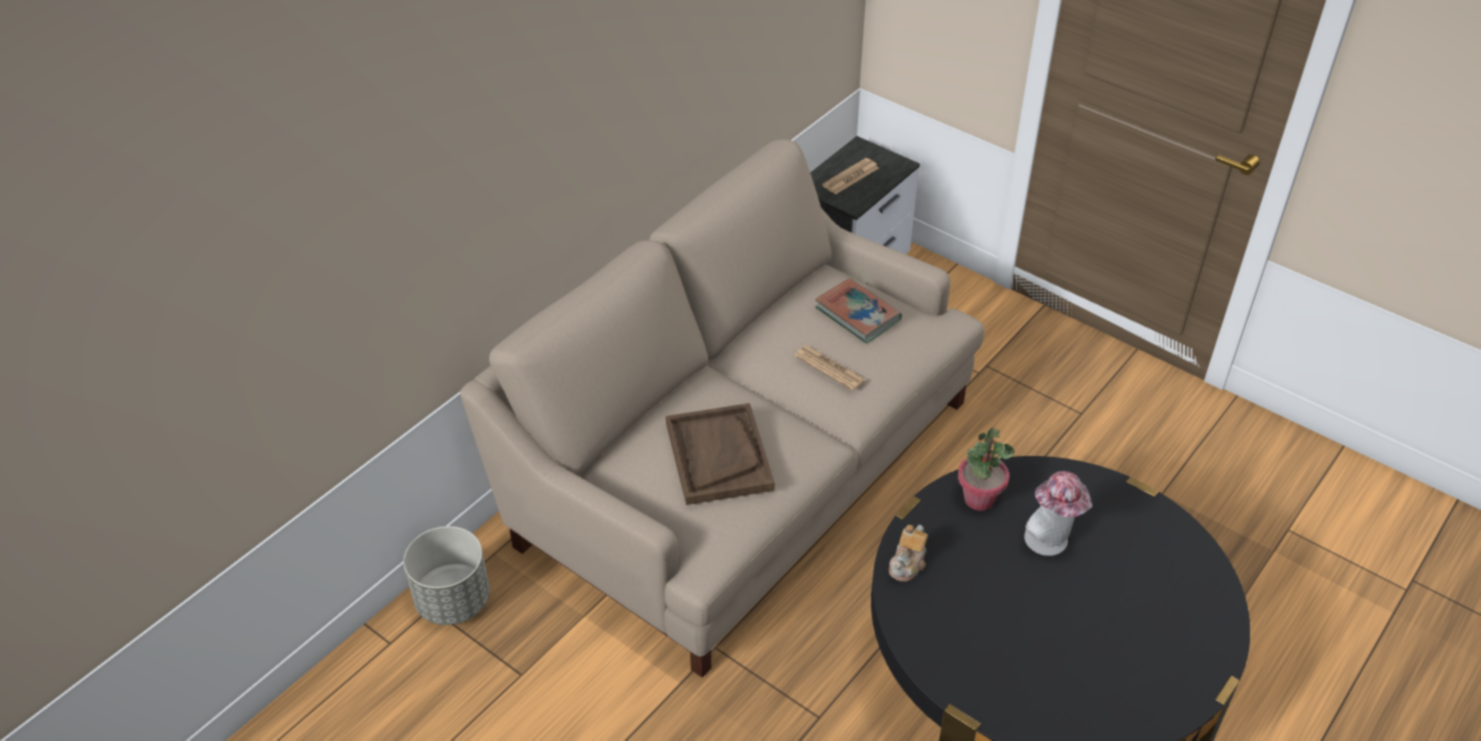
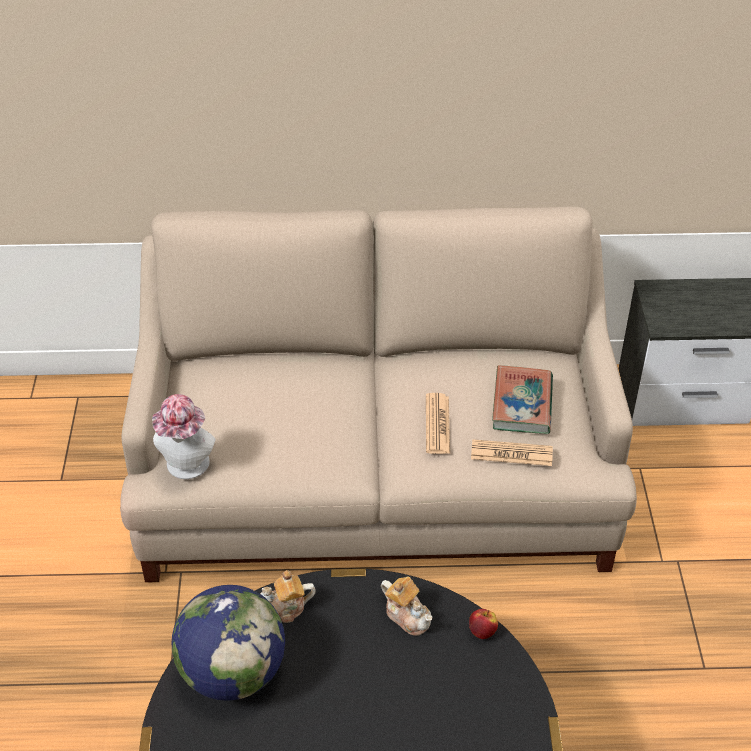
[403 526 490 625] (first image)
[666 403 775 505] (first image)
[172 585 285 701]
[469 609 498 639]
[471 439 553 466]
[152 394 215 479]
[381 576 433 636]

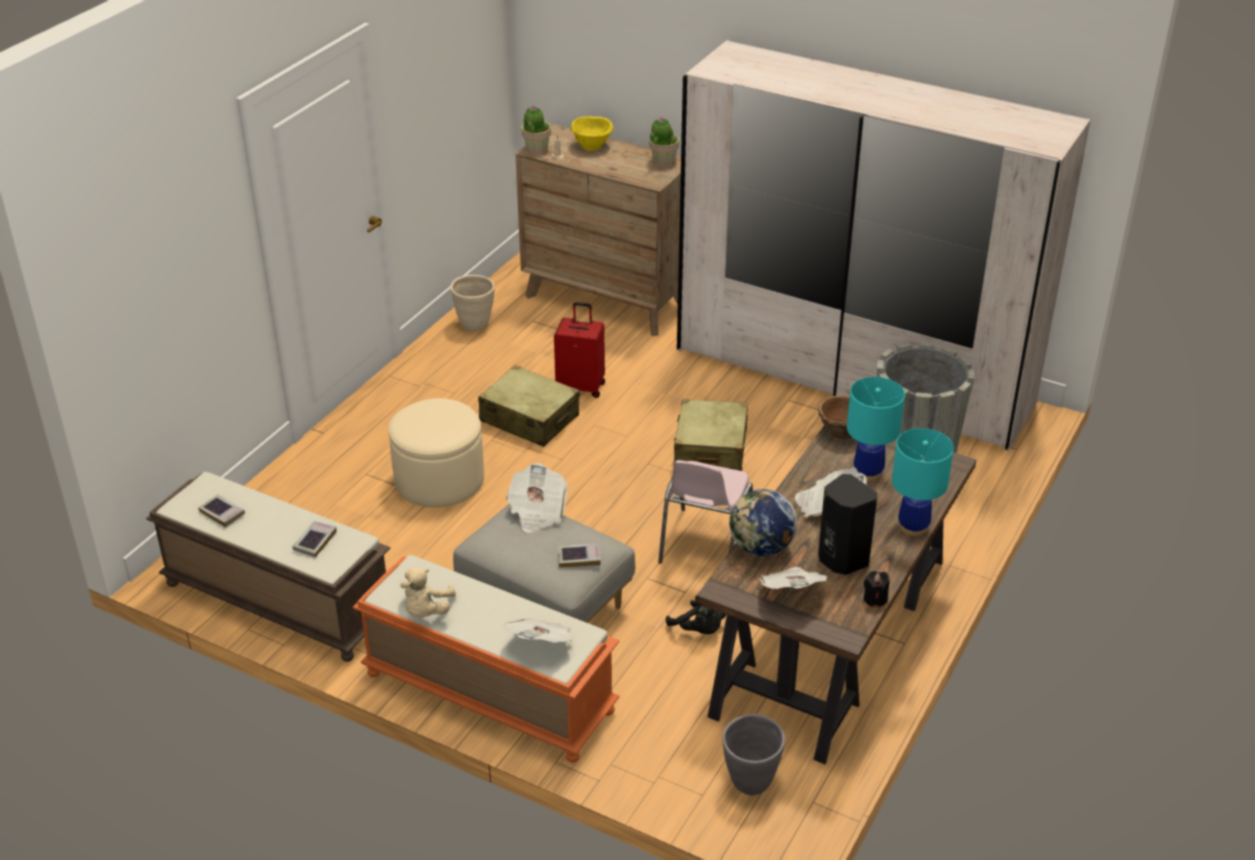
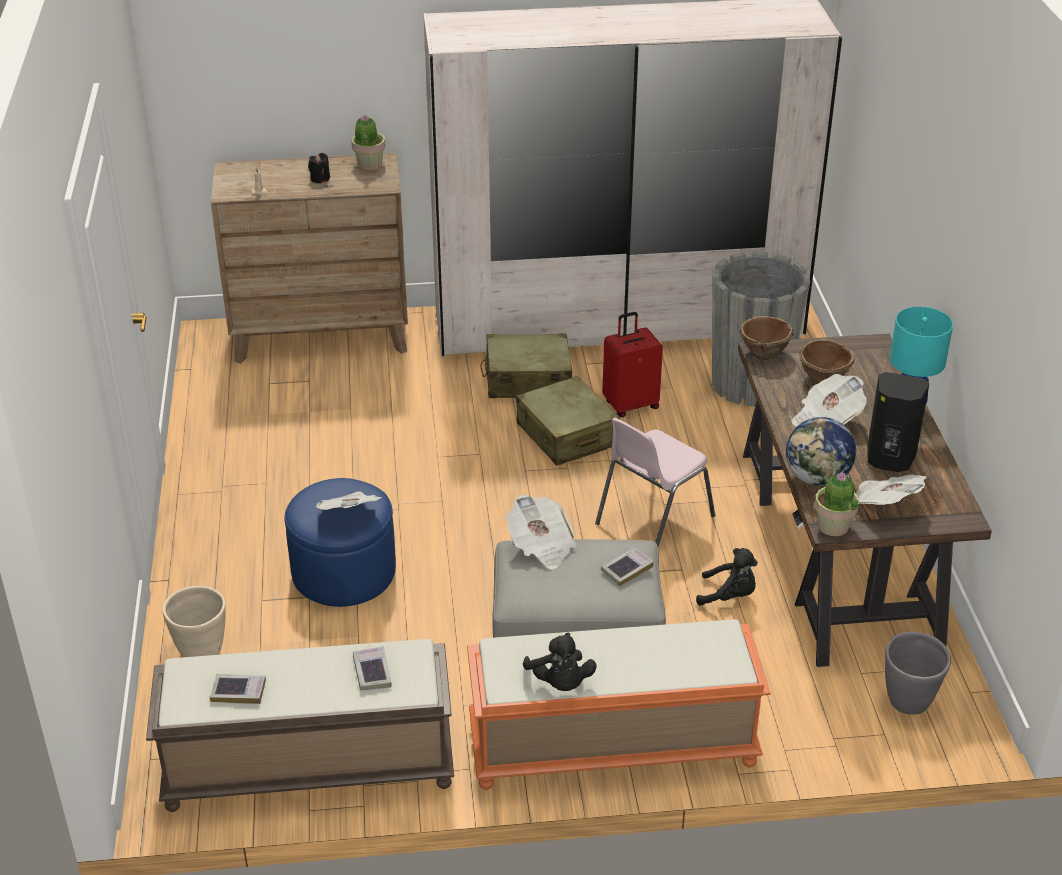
[571 116 614 151] (first image)
[163 586 226 657]
[480 333 572 398]
[316 492 382 510]
[815 472 859 536]
[602 312 663 417]
[308 153 330 184]
[799 339 854 384]
[285 478 396 607]
[523 633 597 691]
[595 418 715 546]

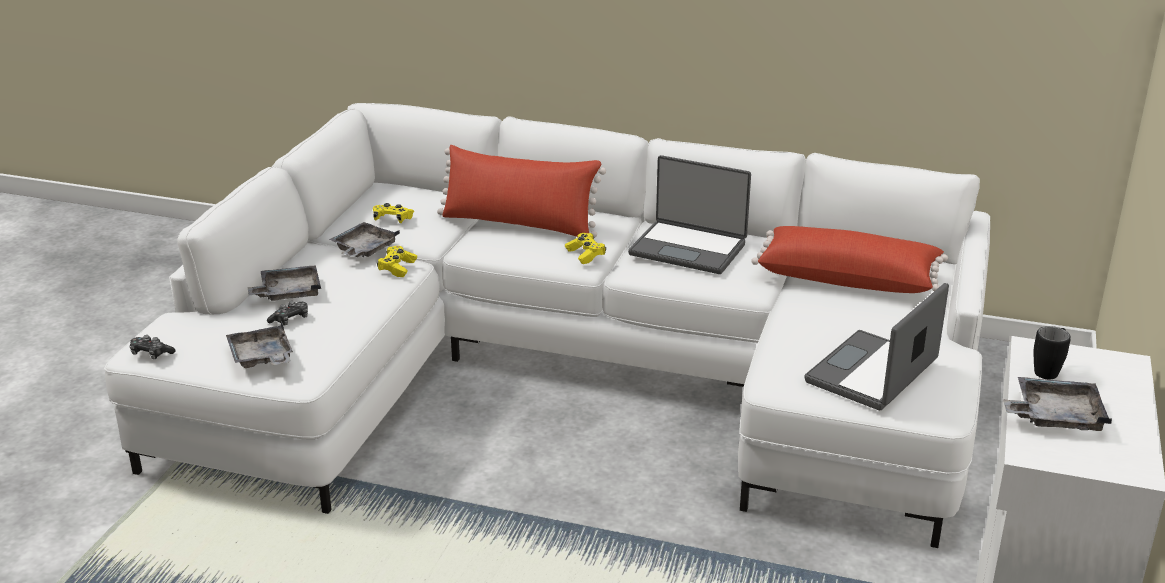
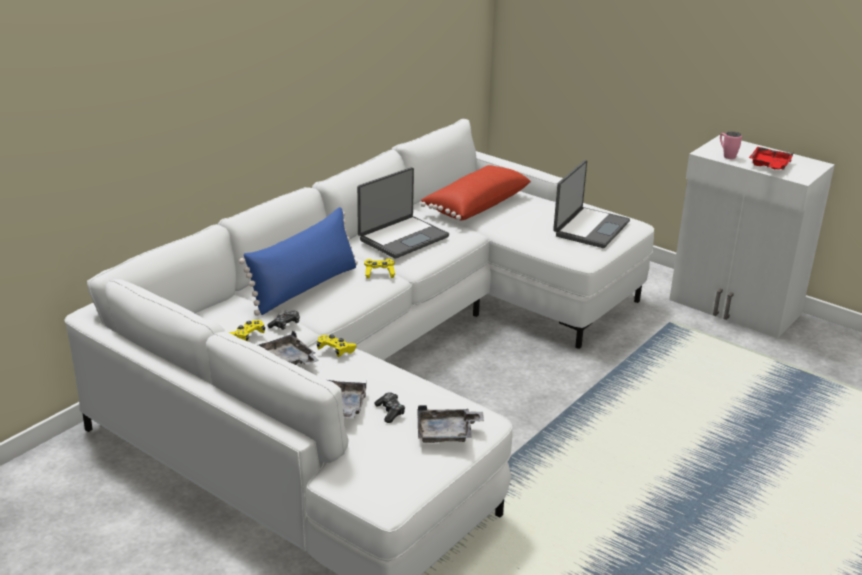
[267 310 300 330]
[239 207 358 316]
[749 147 794 170]
[720 132 742 159]
[553 160 630 248]

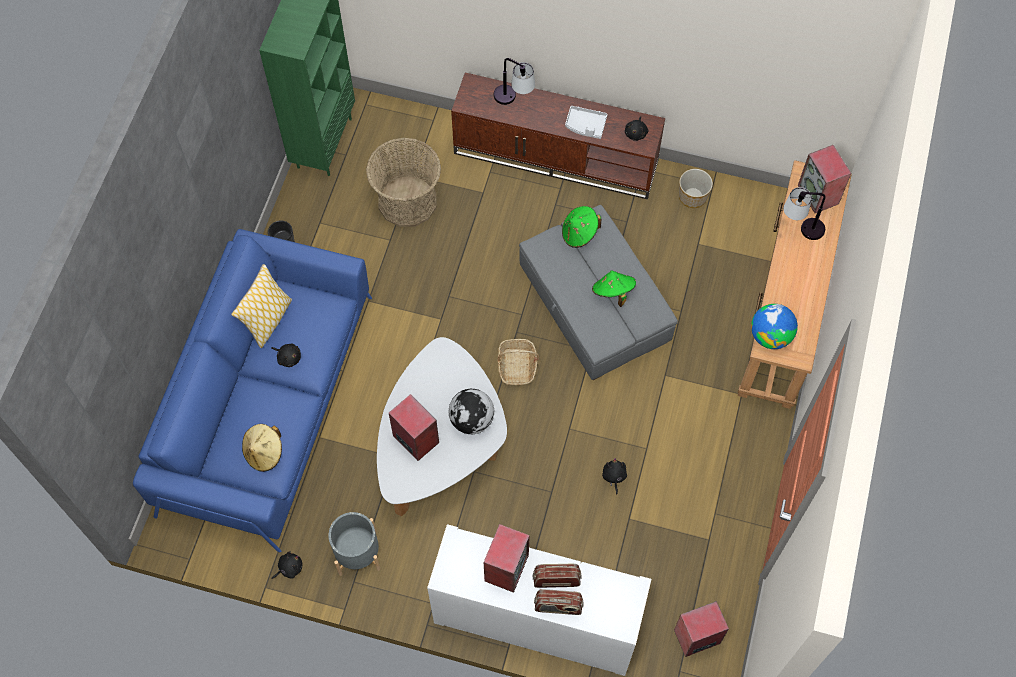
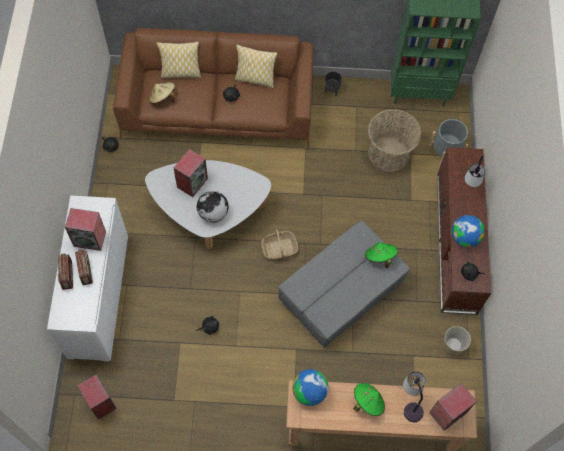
[157 41 202 78]
[429 119 468 166]
[354 383 385 416]
[452 215 485 247]
[113 28 314 150]

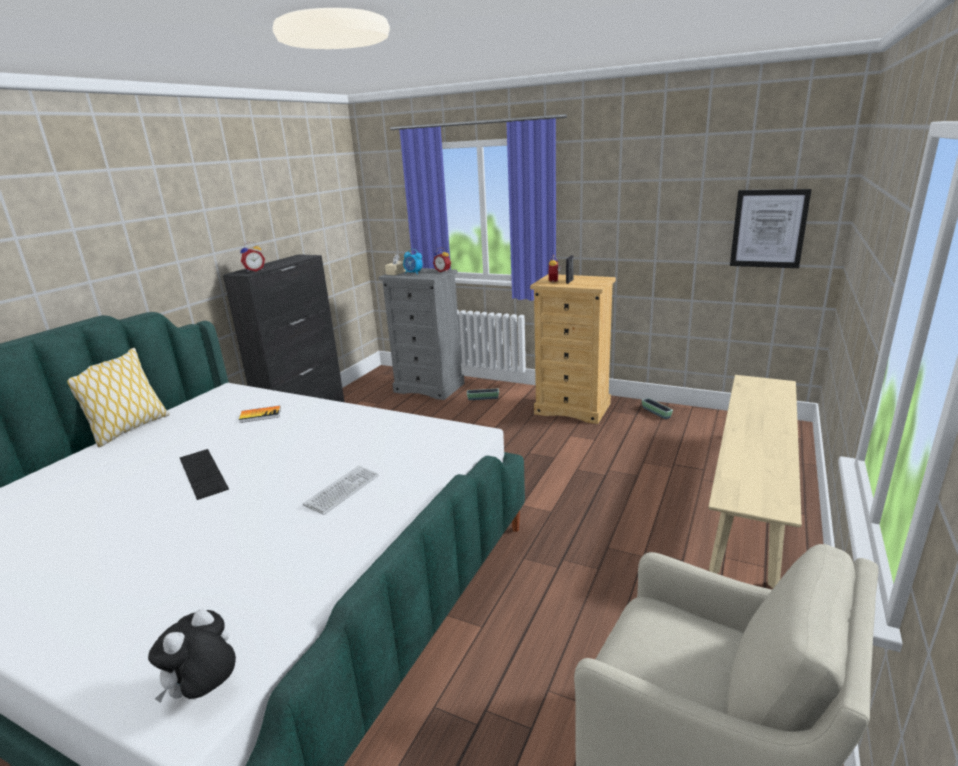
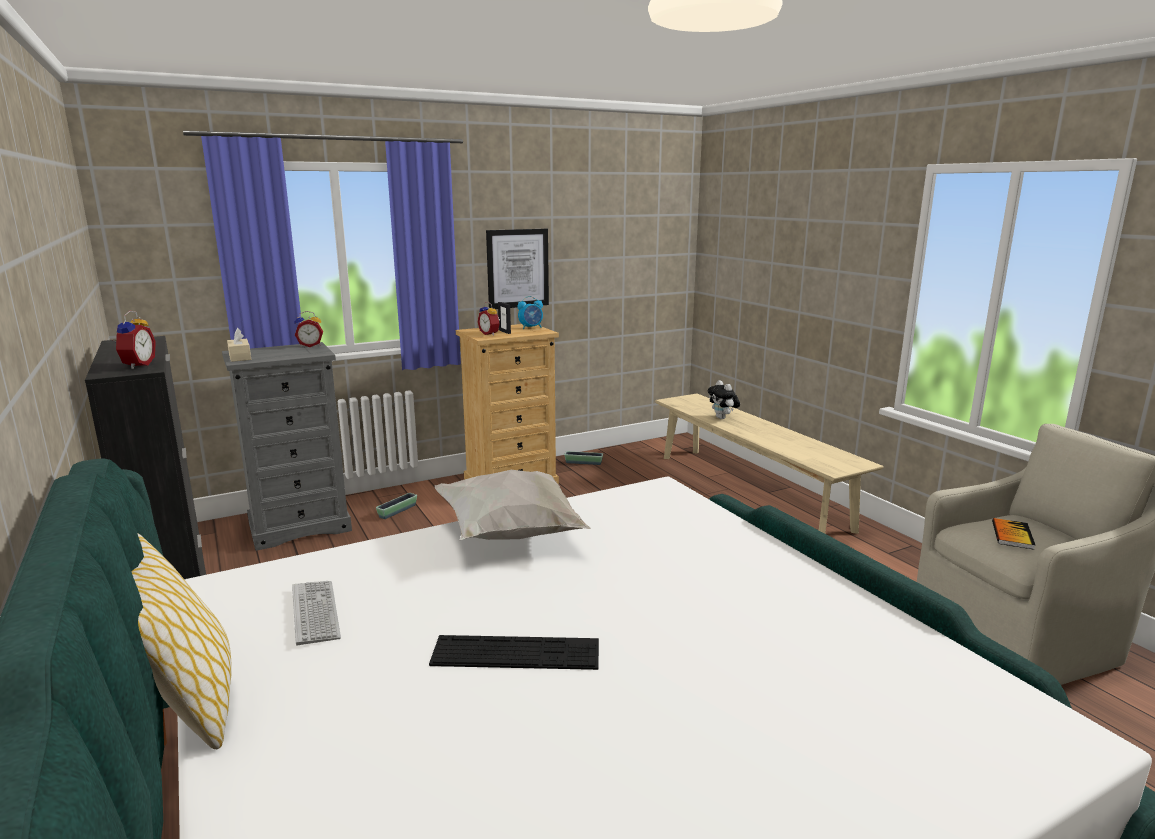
[435 470 591 541]
[708 380 740 419]
[992 518 1035 550]
[292 581 341 645]
[517 296 543 330]
[486 229 549 309]

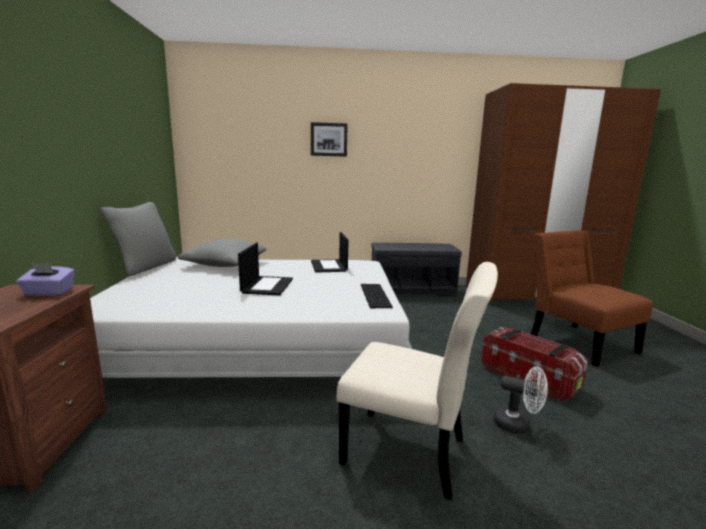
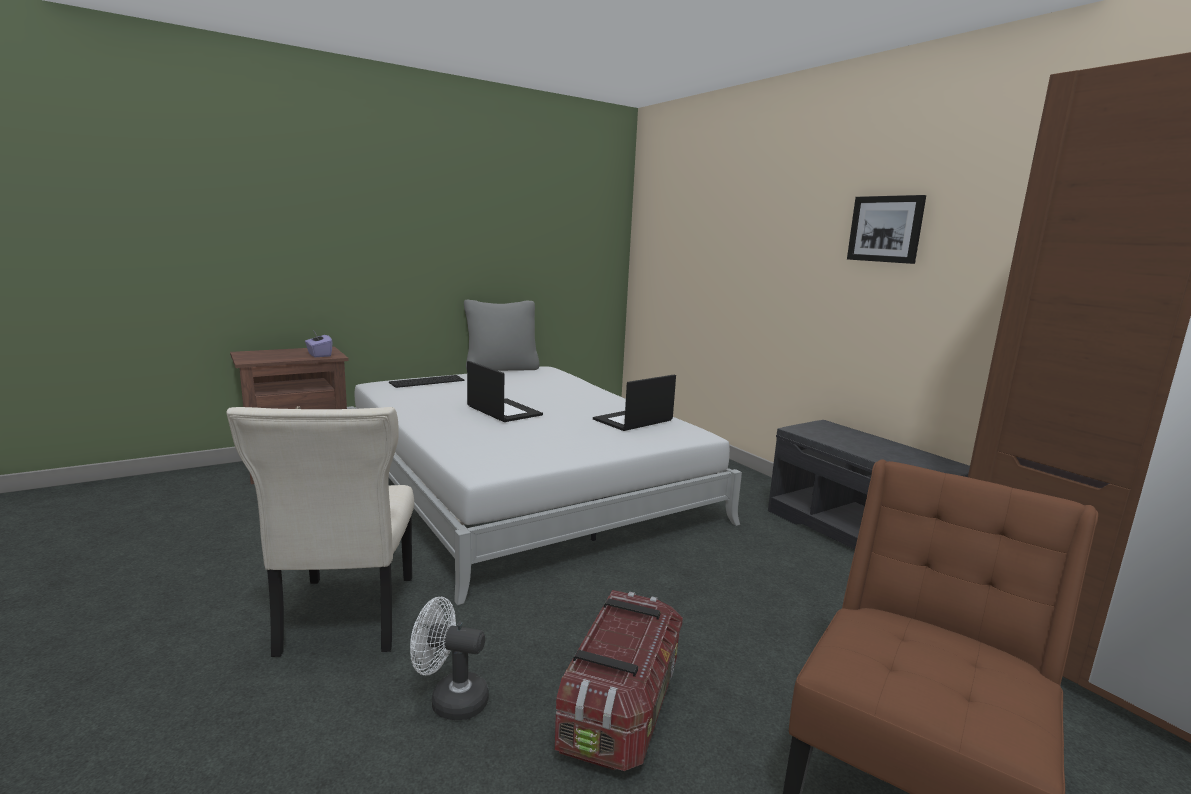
[178 239 266 267] (first image)
[847 195 926 264]
[389 375 465 388]
[467 361 543 422]
[410 597 489 720]

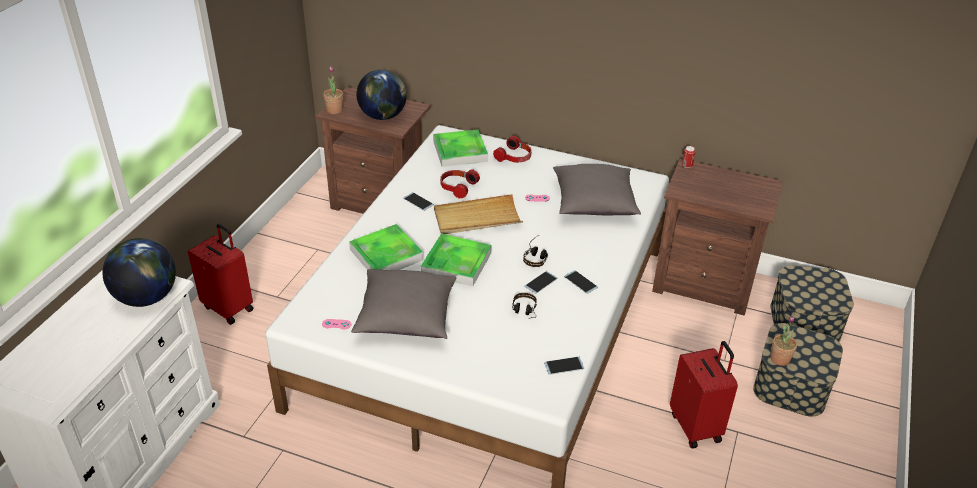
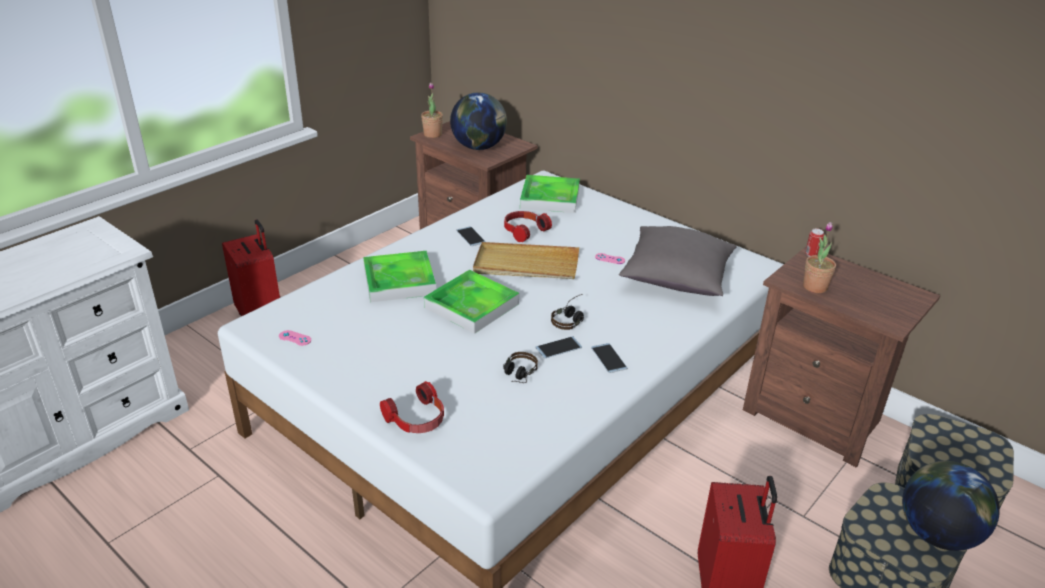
[351 269 457 339] (first image)
[544 356 584 375] (first image)
[902 461 1000 551]
[380 381 444 433]
[803 222 836 293]

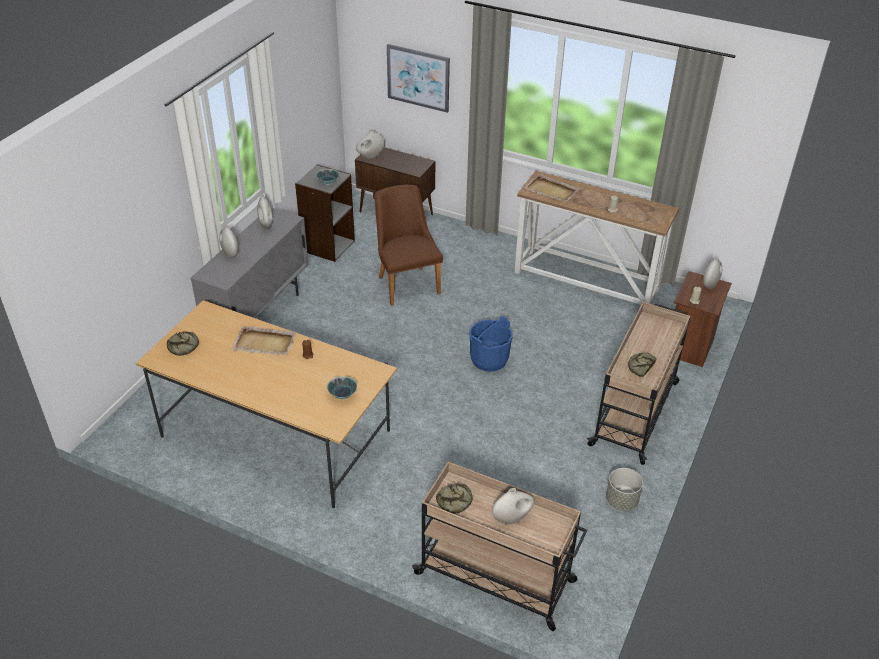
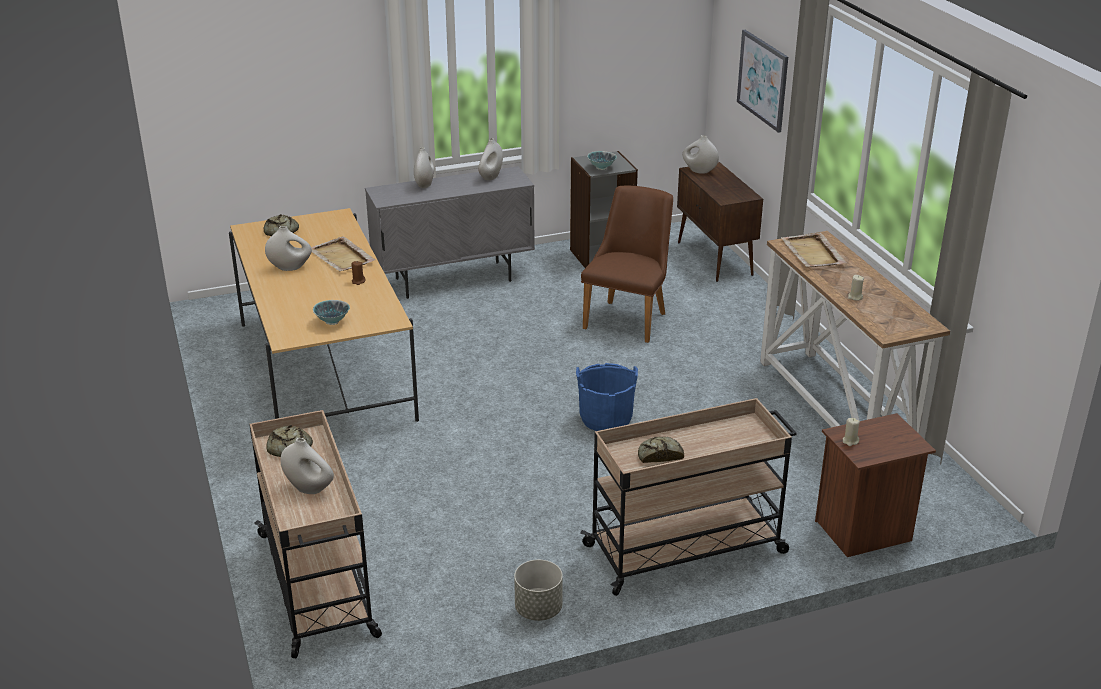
[265 226 312 271]

